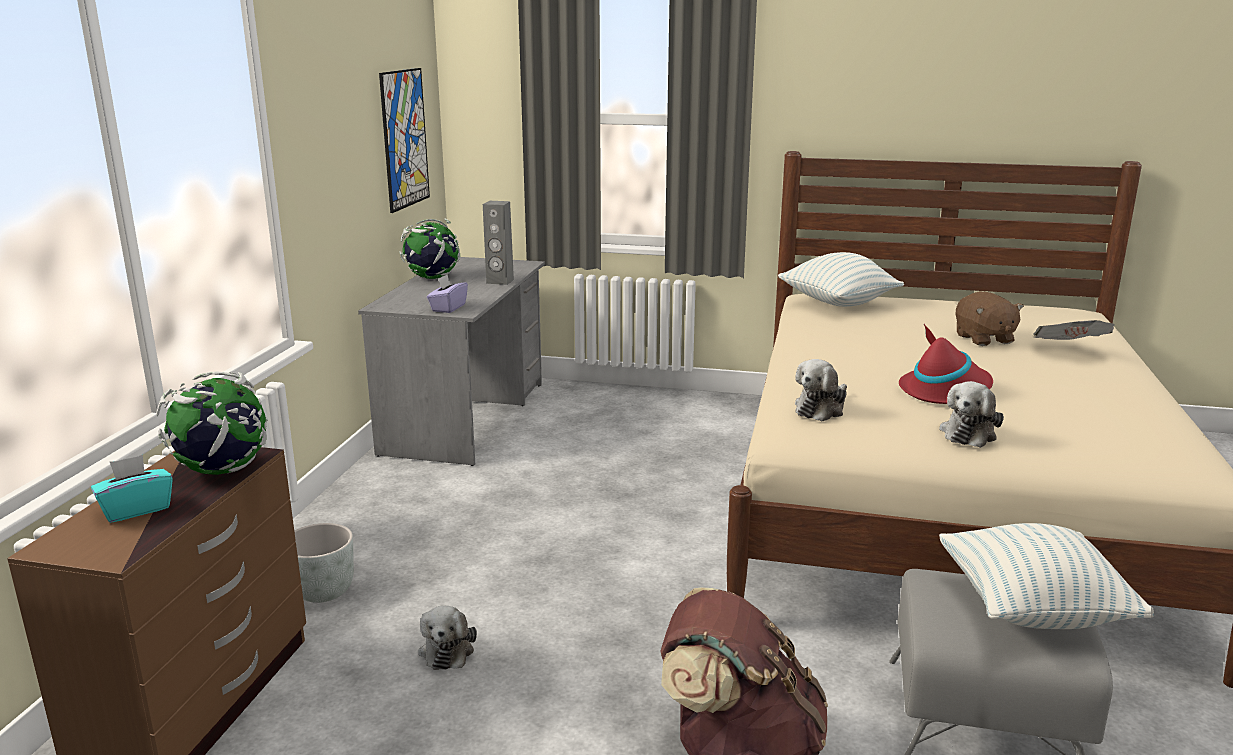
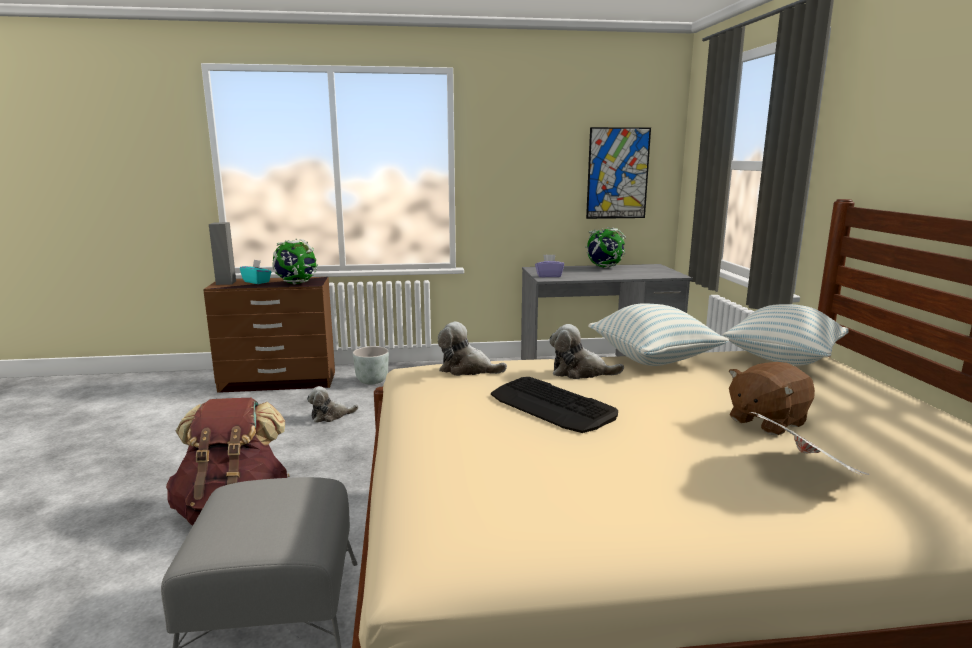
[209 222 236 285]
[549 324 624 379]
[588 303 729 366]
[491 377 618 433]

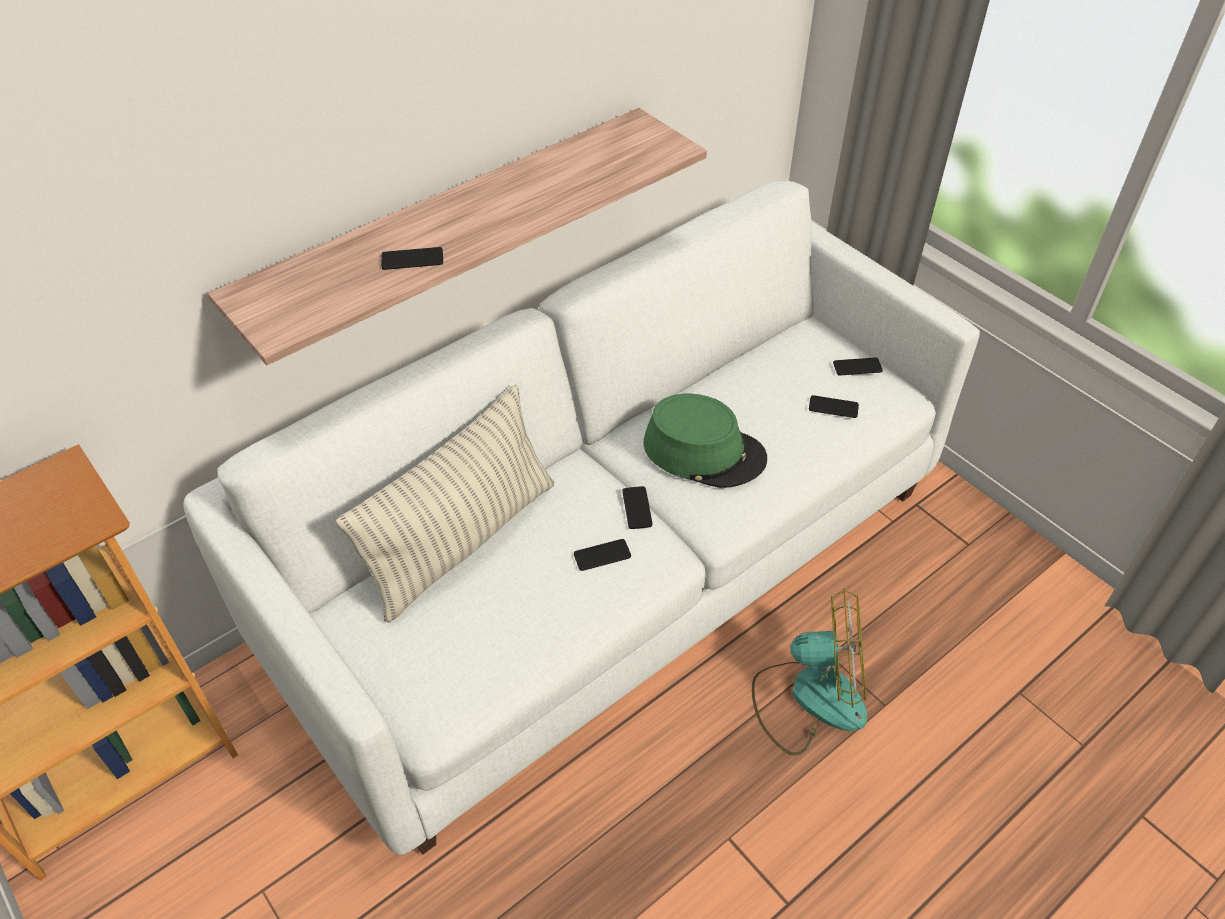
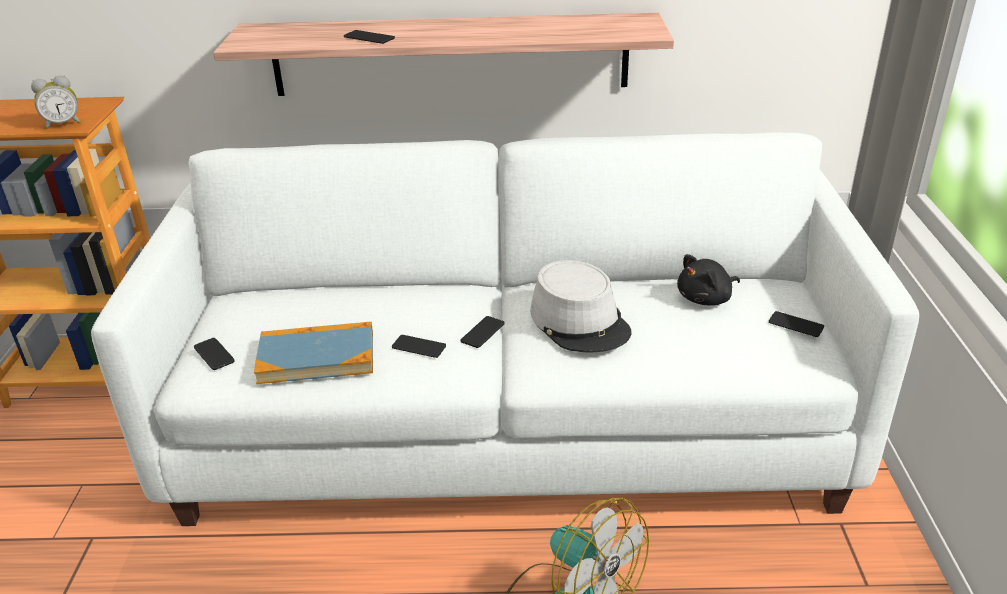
[335 385 554 623] (first image)
[31 75 81 129]
[254 322 373 384]
[677 254 740 306]
[194 338 235 370]
[530 260 631 352]

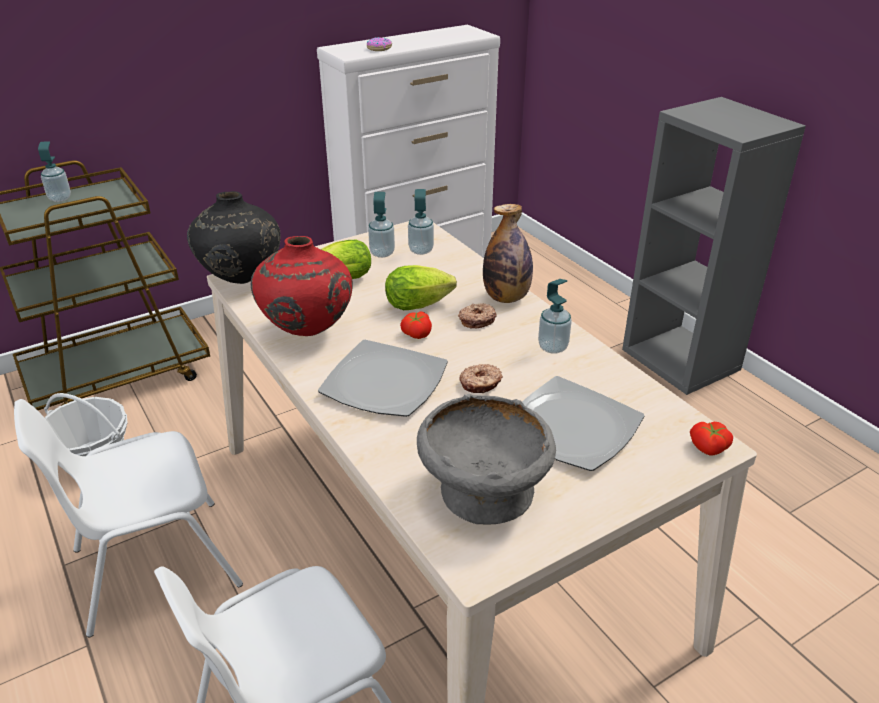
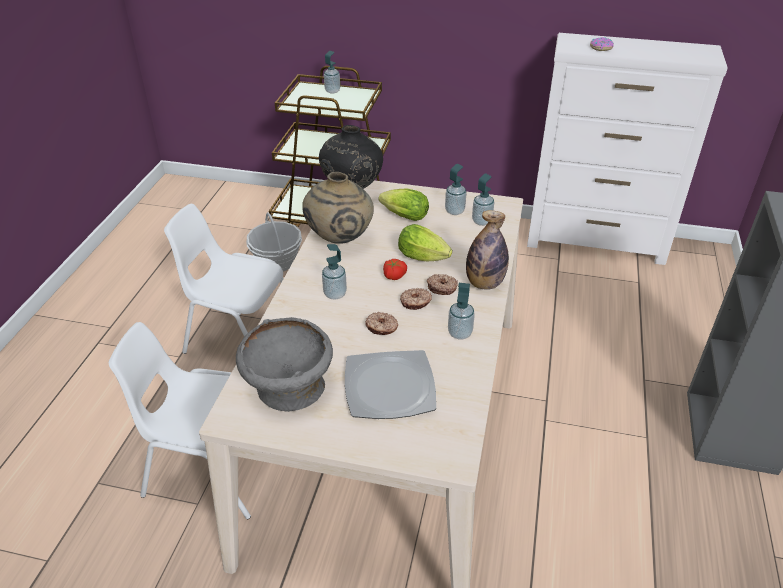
[690 422 733 455] (first image)
[400 288 432 310]
[322 244 347 300]
[302 172 374 244]

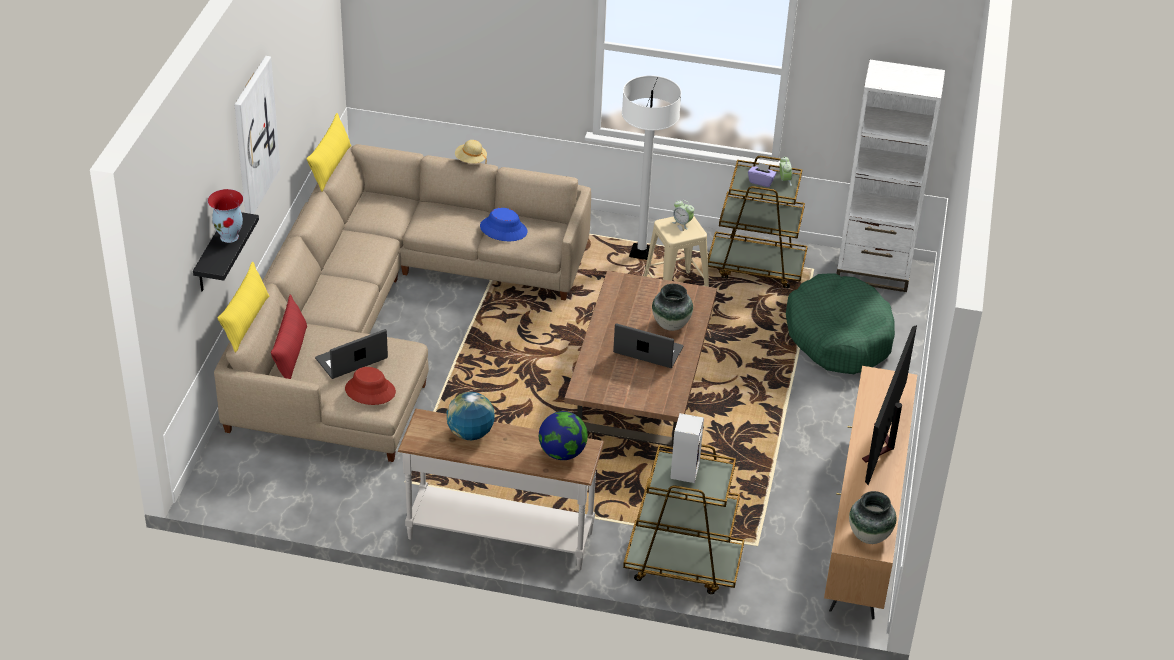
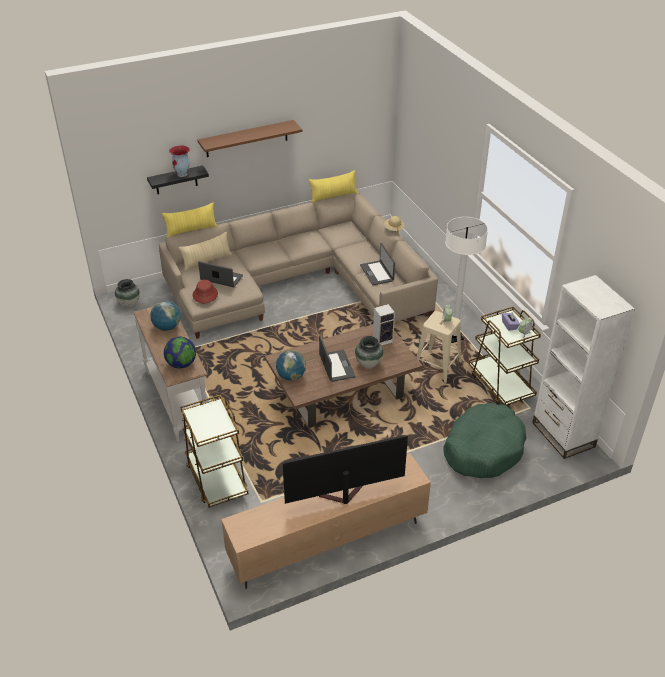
[276 350 306 381]
[373 304 395 346]
[115 279 140 307]
[197 120 303 157]
[360 243 395 285]
[179 232 232 271]

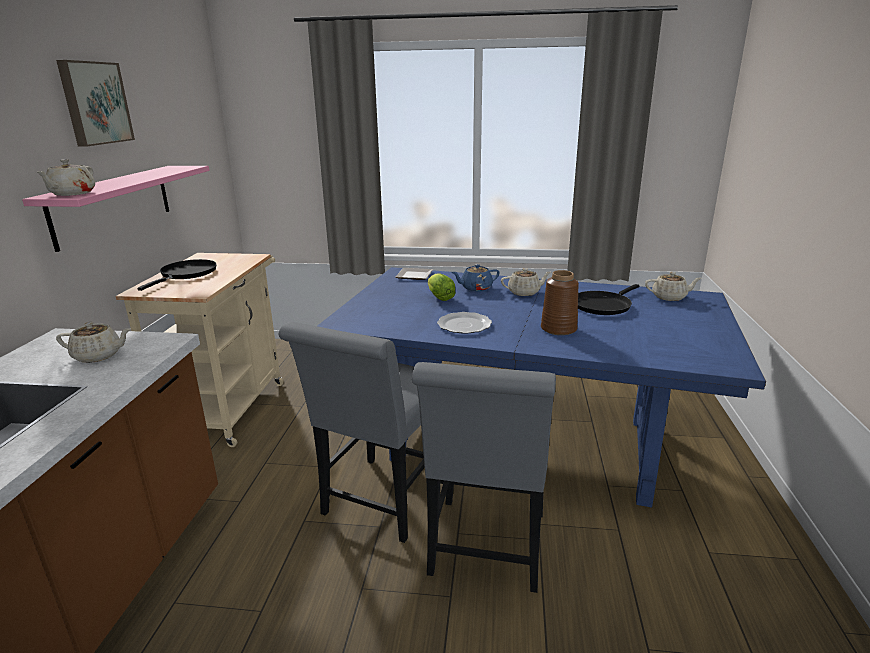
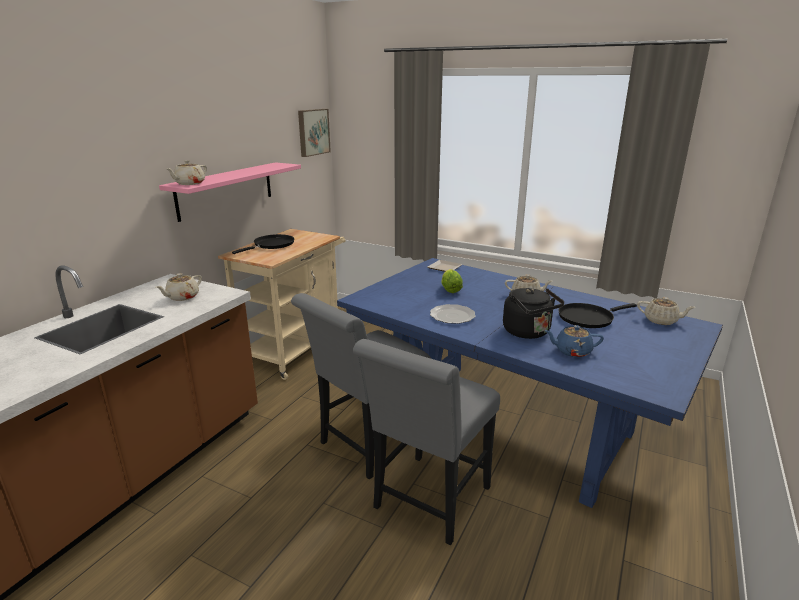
[298 109 331 157]
[545 325 604 357]
[503 288 564 339]
[156 273 202 301]

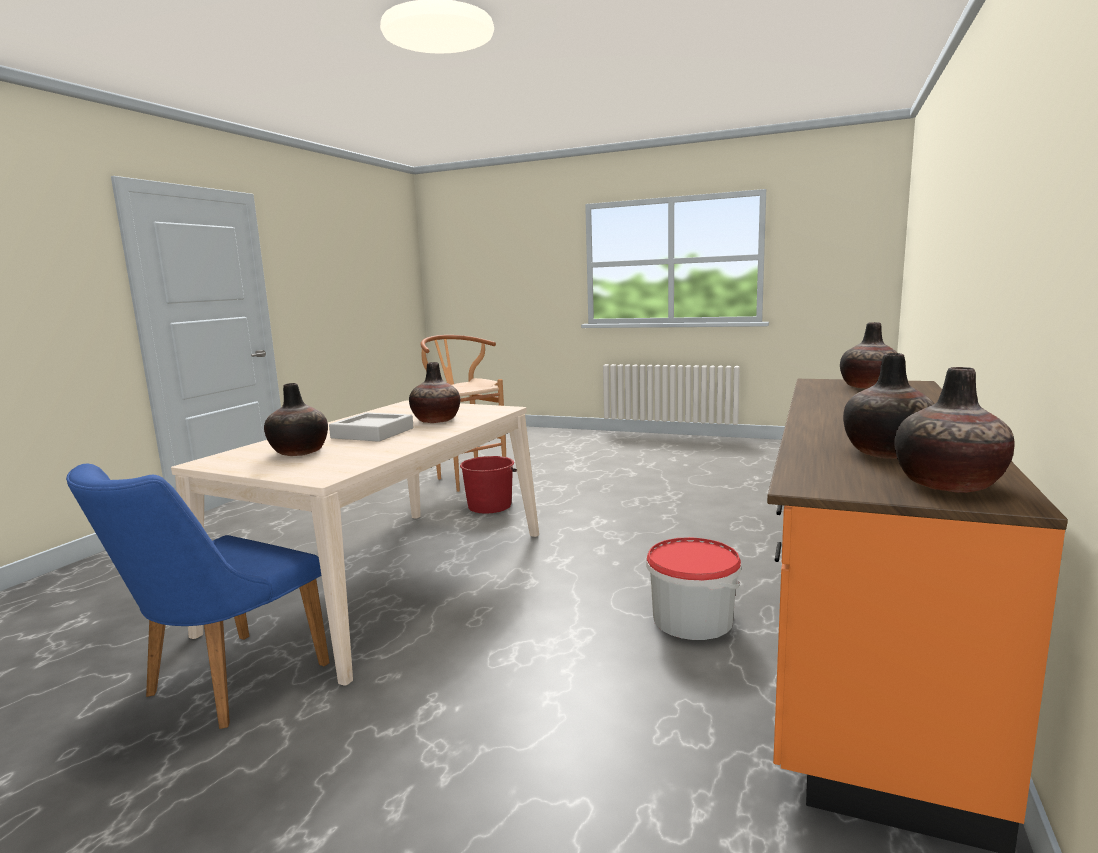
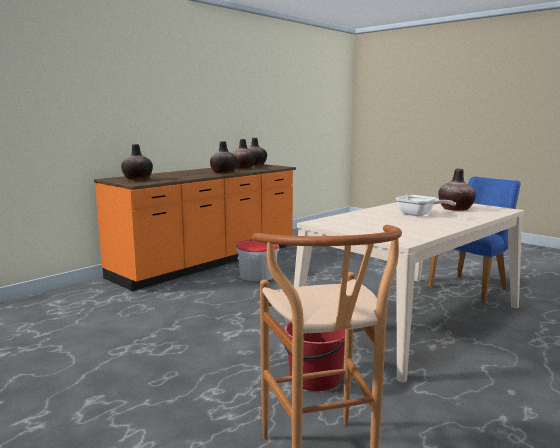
[210 141 238 174]
[396 195 456 216]

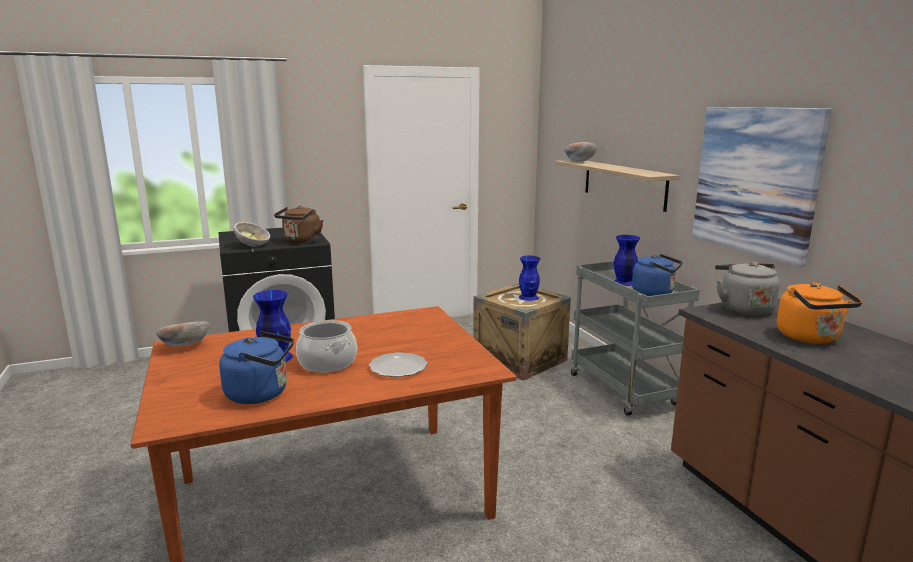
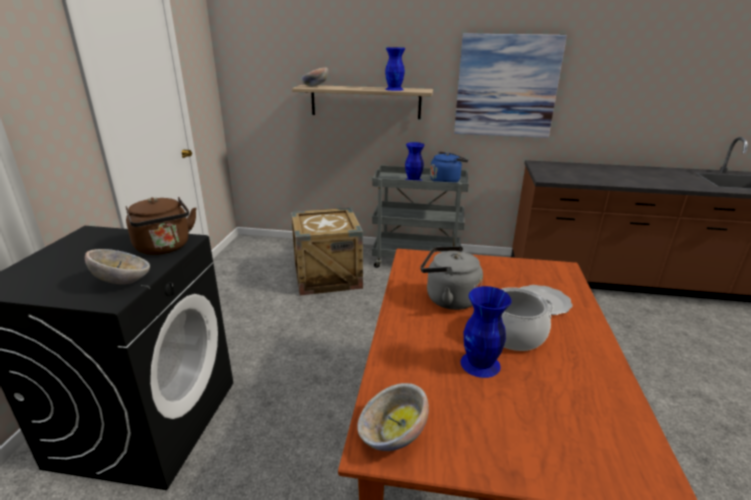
[219 331 294 404] (first image)
[777 282 862 344] (first image)
[385 47 405 91]
[420 246 483 310]

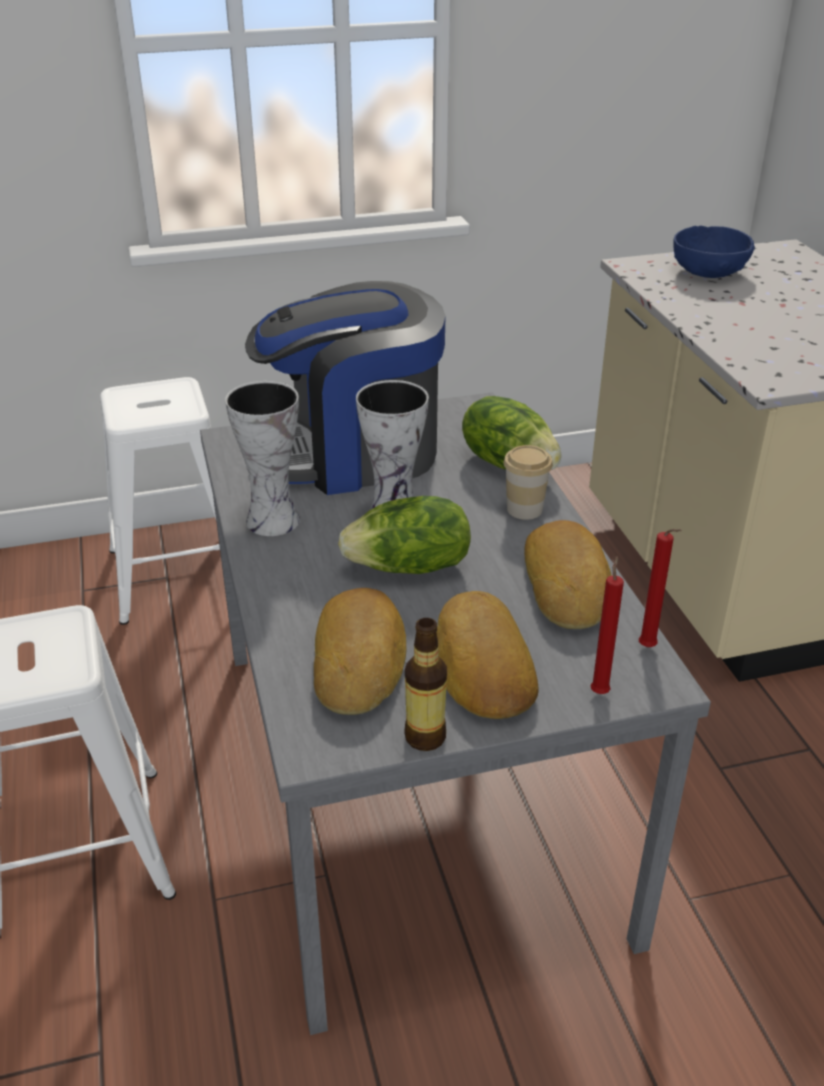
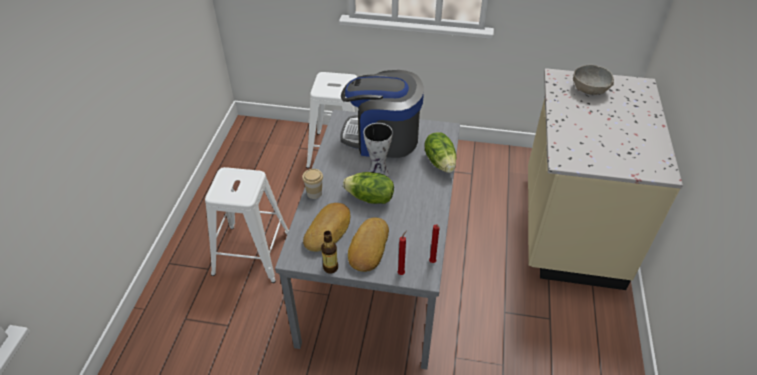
[225 381 300 536] (first image)
[524 520 612 629] (first image)
[302 169 323 199]
[573 65 614 95]

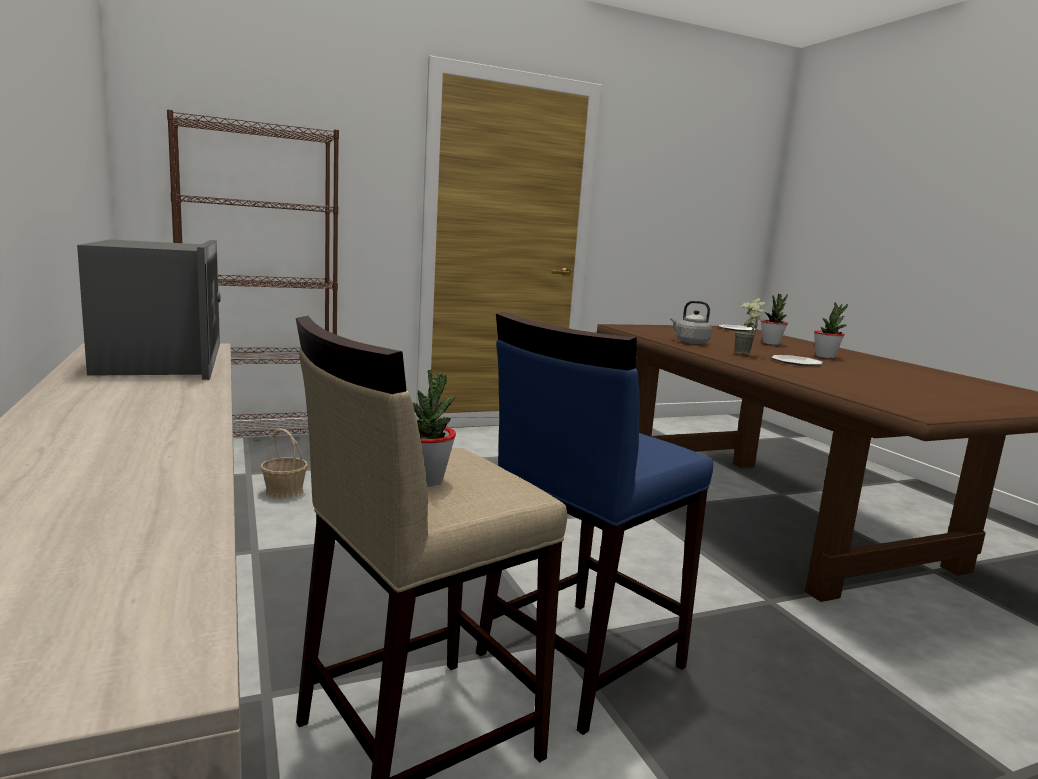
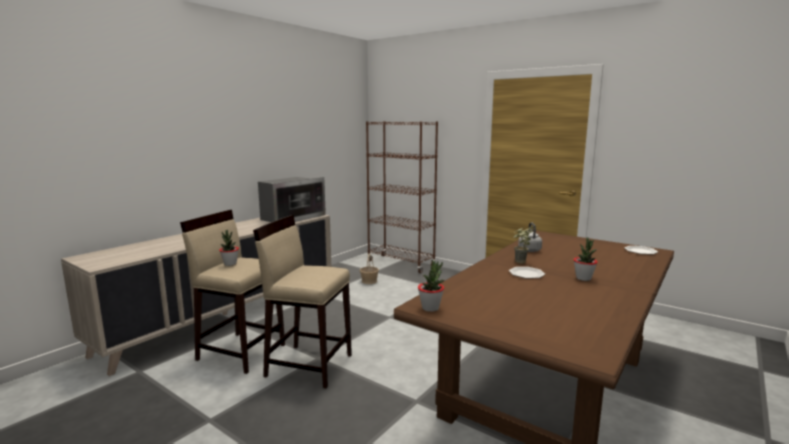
[418 260 444 312]
[253 215 352 388]

